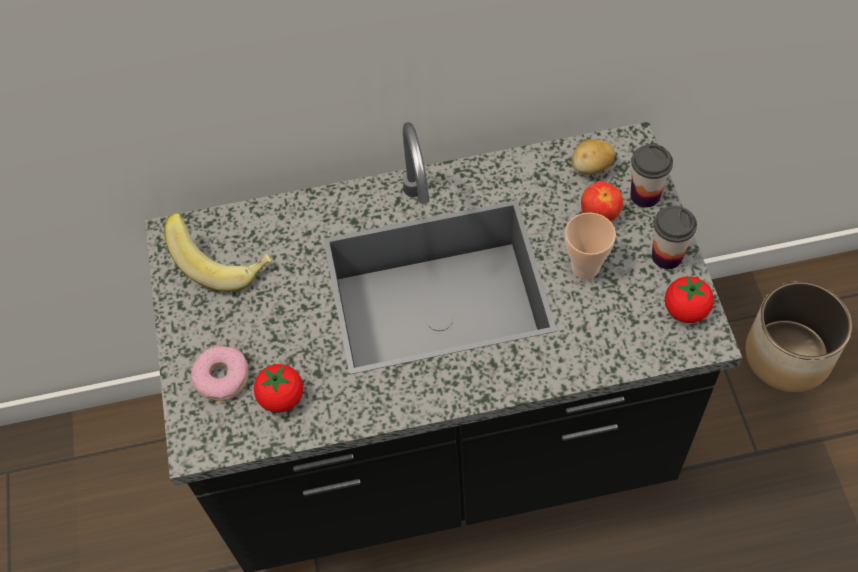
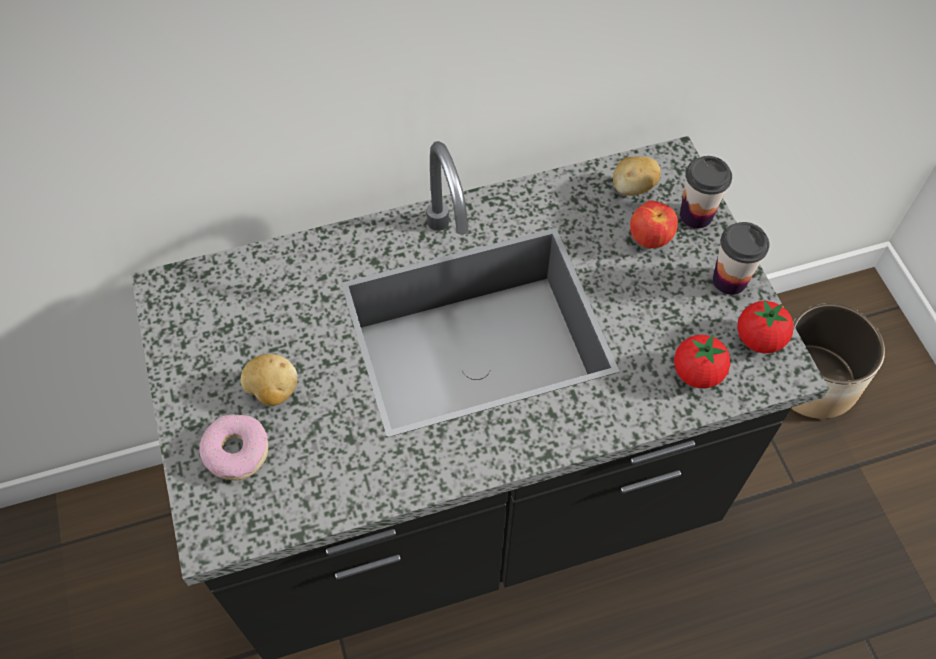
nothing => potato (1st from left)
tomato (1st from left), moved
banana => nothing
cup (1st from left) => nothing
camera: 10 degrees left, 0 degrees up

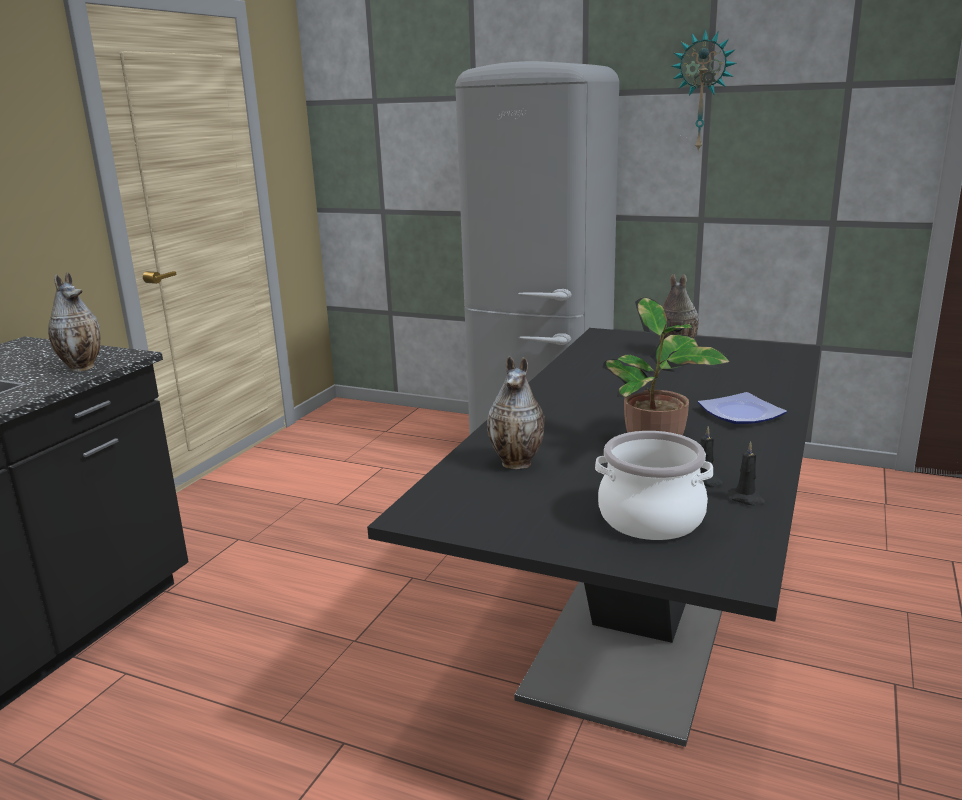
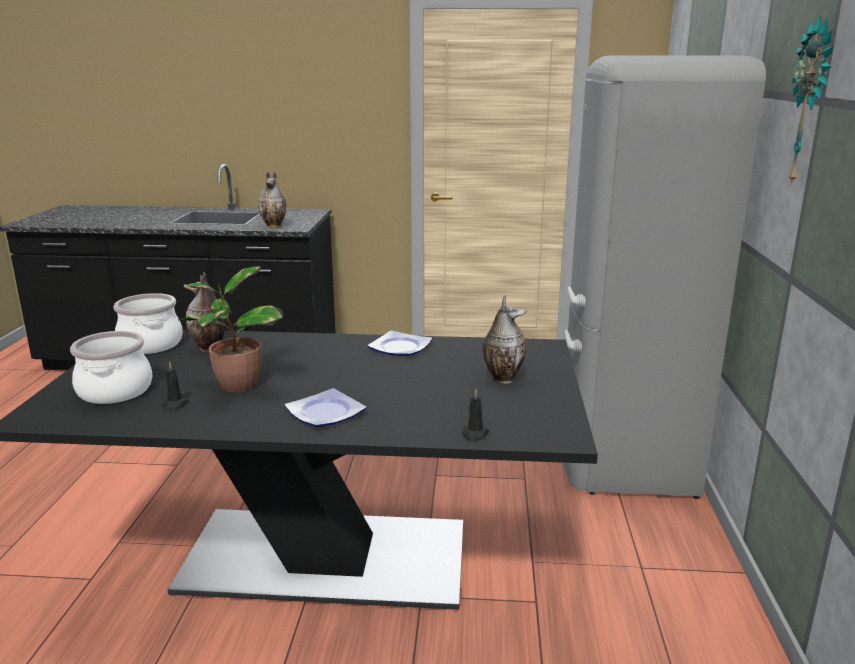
nothing => cooking pot (2nd from left)
nothing => plate (2nd from left)
black candle (2nd from left), moved
camera: 70 degrees right, 0 degrees up

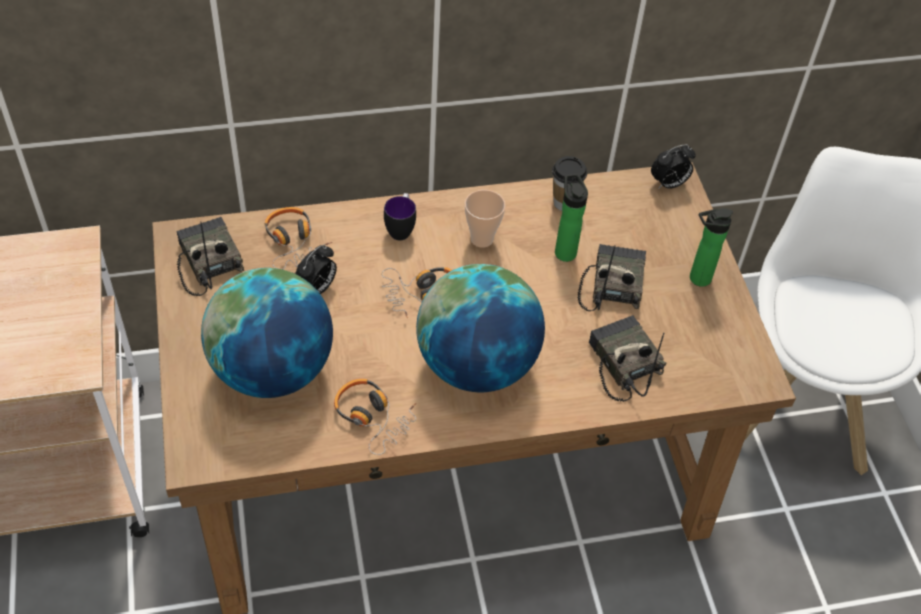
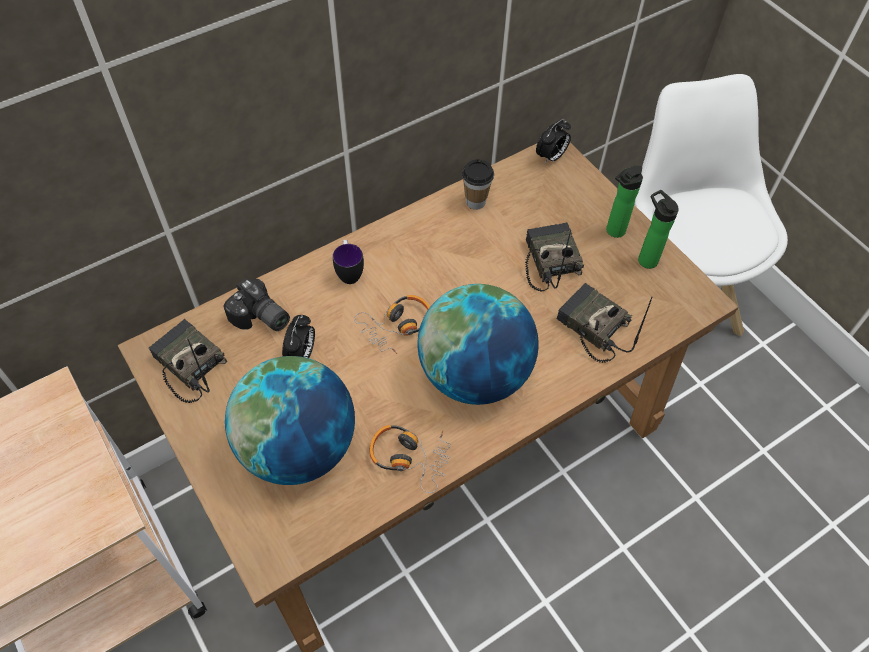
headphones (1st from left) => photo camera
bottle (1st from left in the first image) => bottle (2nd from left), moved
cup (1st from left) => nothing
camera: 20 degrees left, 5 degrees up

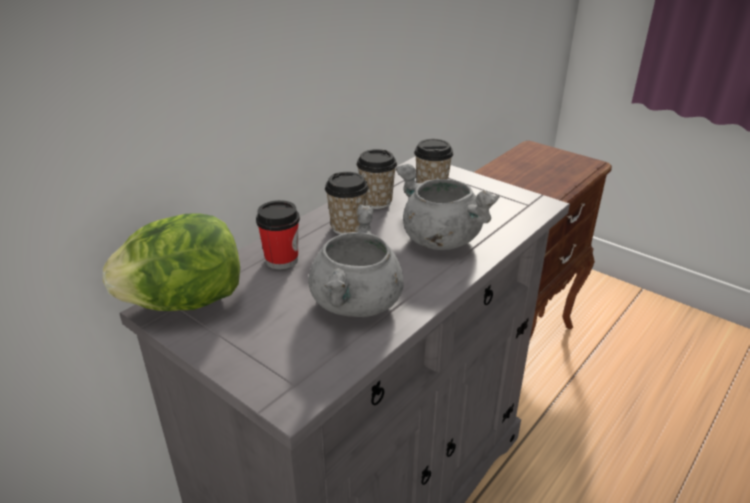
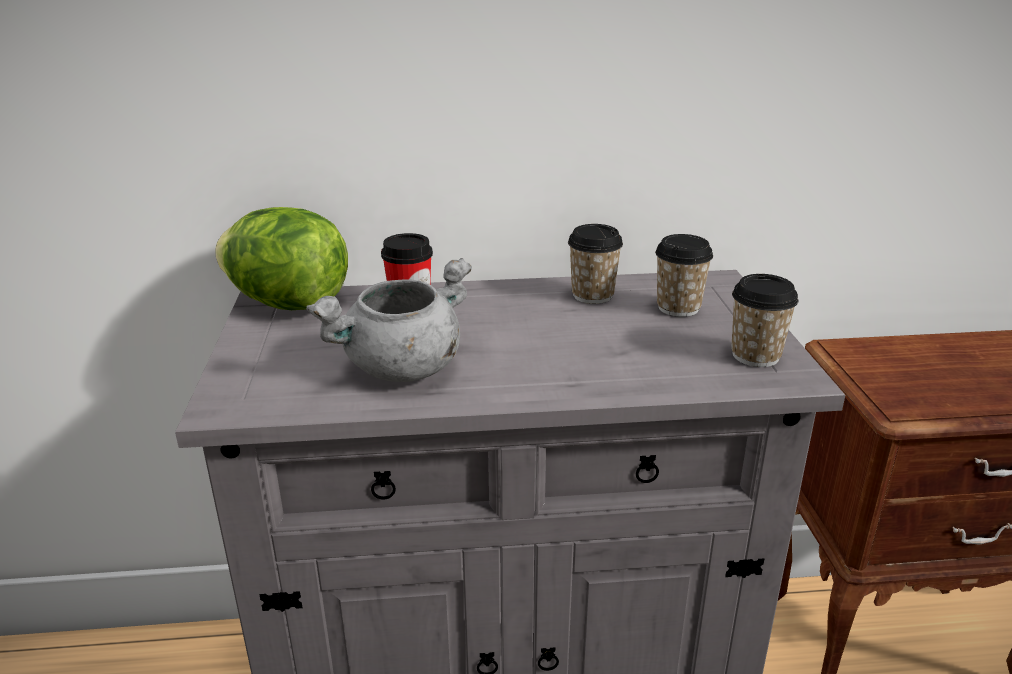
cup (2nd from left in the first image) => cup (4th from left), moved
grey cooking pot (2nd from left) => nothing
camera: 45 degrees right, 5 degrees down

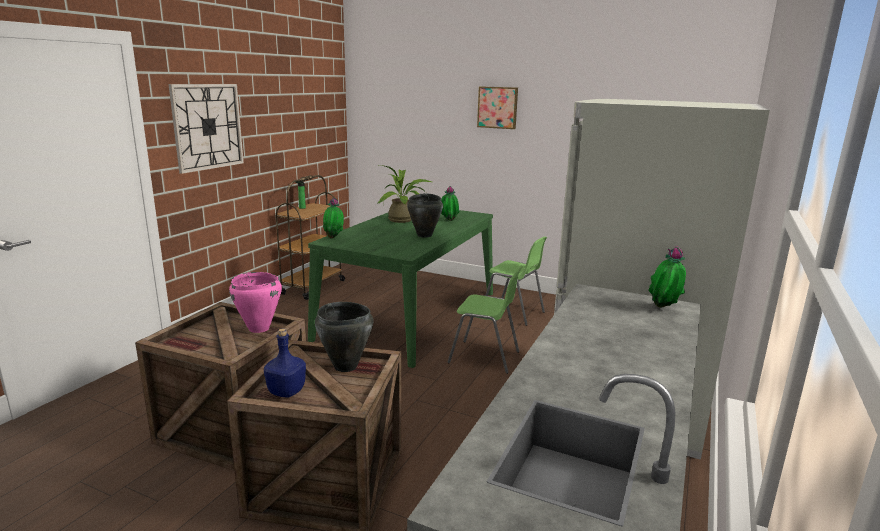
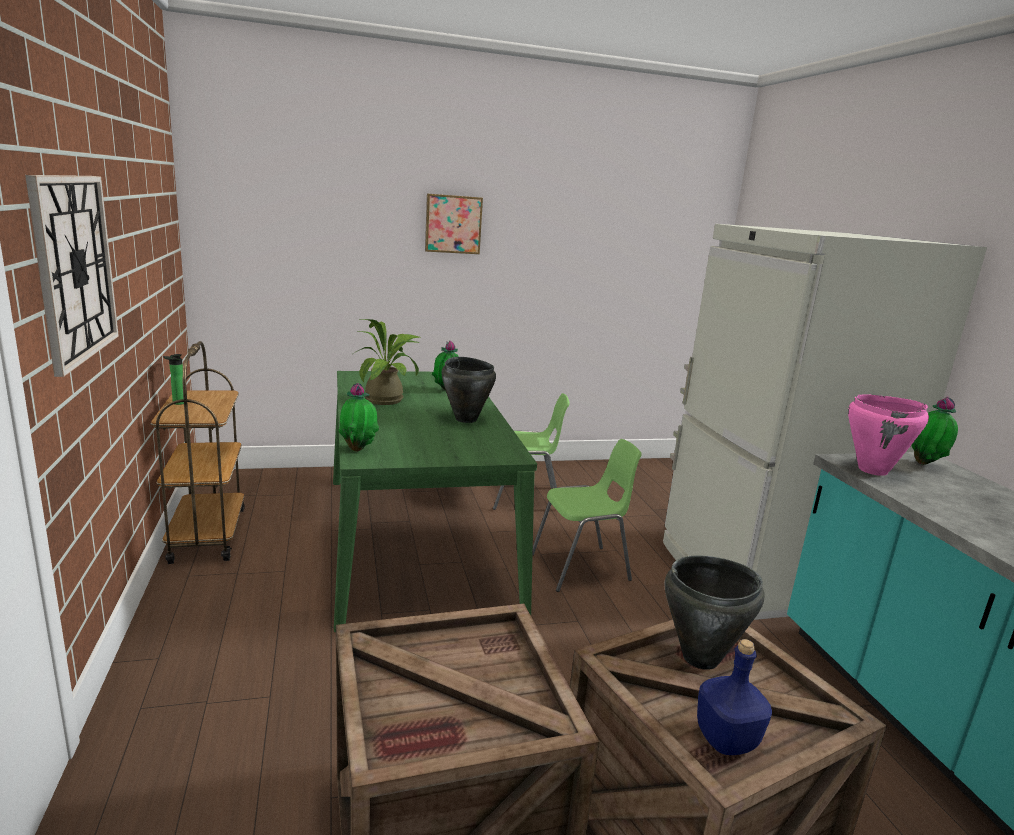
pink cooking pot, moved
camera: 40 degrees left, 0 degrees up

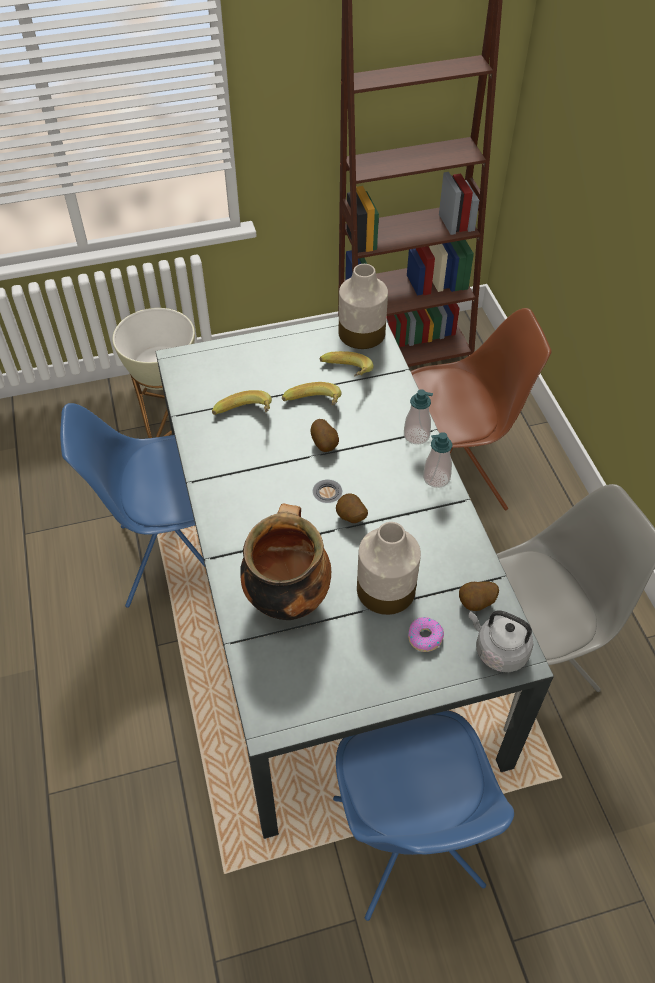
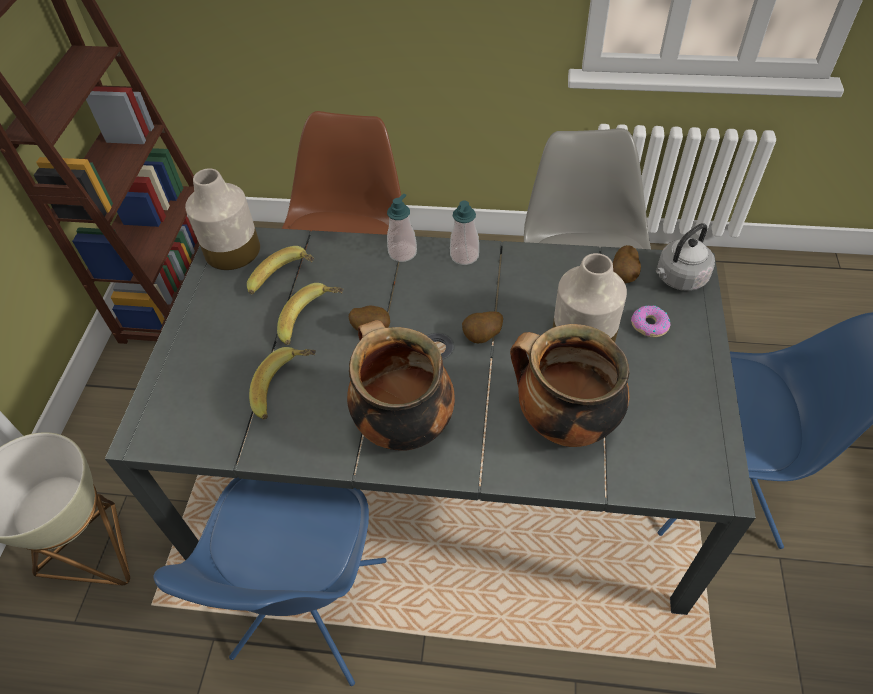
nothing => cooking pot (1st from left)
camera: 65 degrees left, 0 degrees up

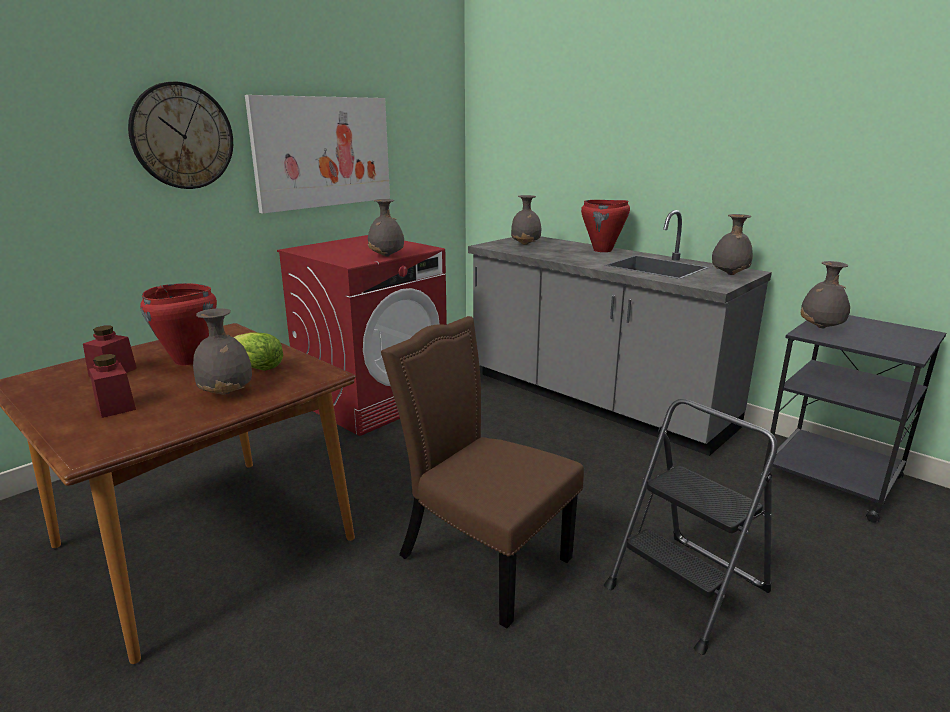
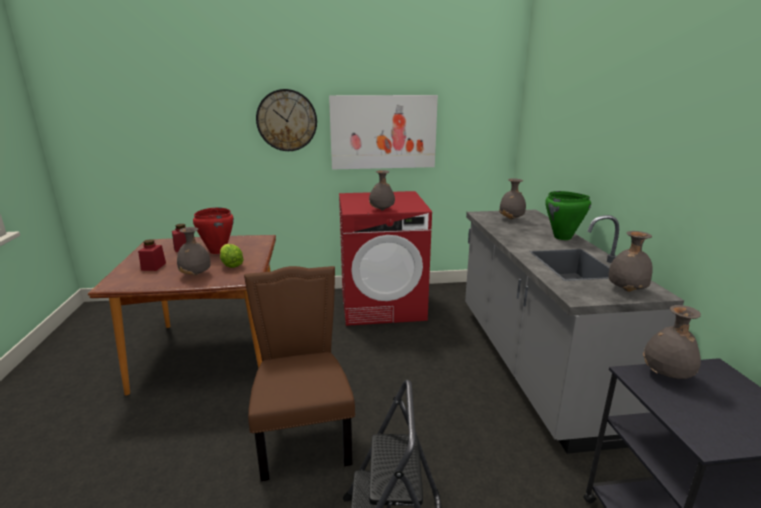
red cooking pot (2nd from left) => green cooking pot
camera: 40 degrees right, 0 degrees up

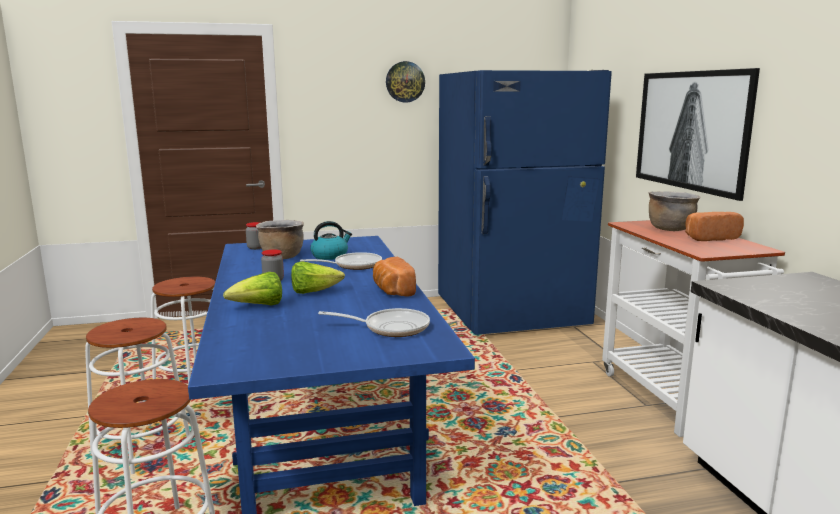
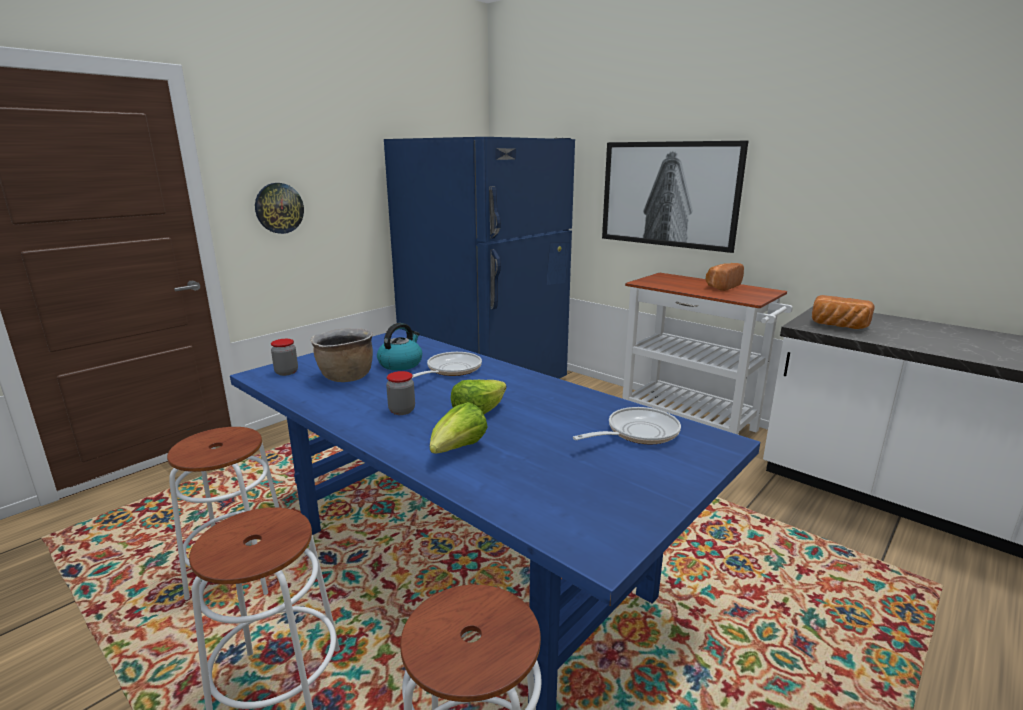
wall clock, moved
bread (1st from left in the first image) => bread (2nd from left), moved
brown cooking pot (2nd from left) => nothing
camera: 35 degrees left, 5 degrees up

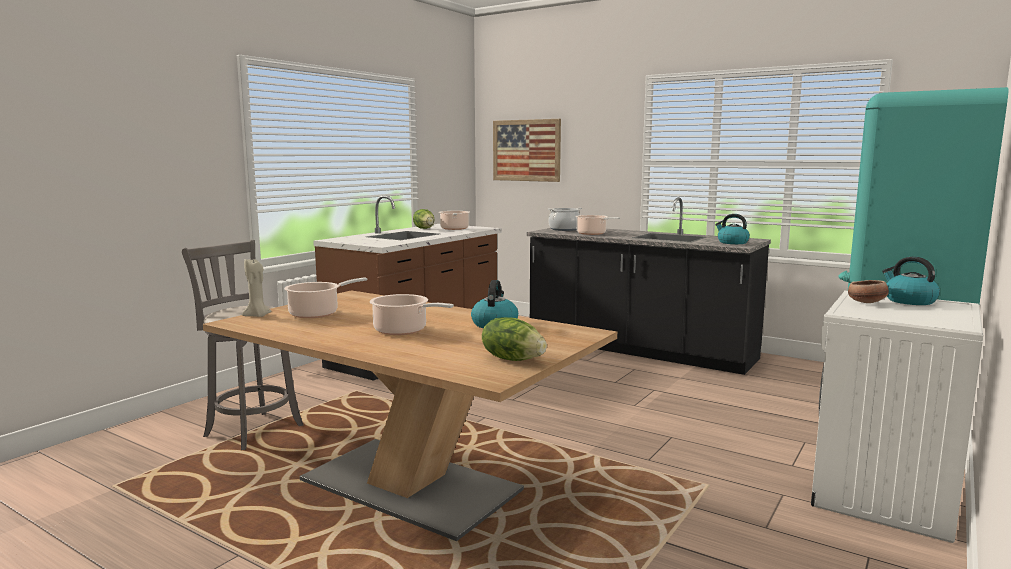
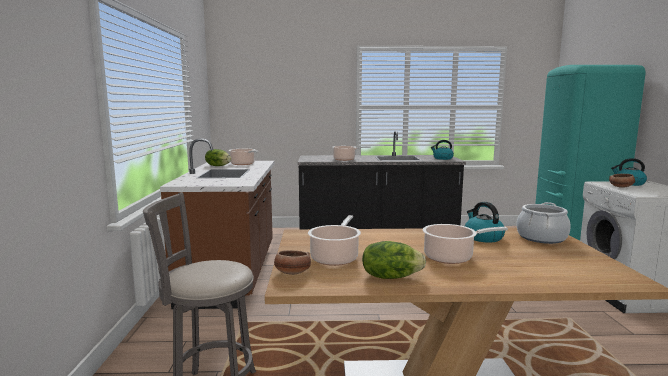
beige candle => bowl (1st from left)
lettuce (2nd from left), moved
cooking pot (4th from left in the first image) => cooking pot (5th from left), moved
picture => nothing
camera: 35 degrees left, 0 degrees up

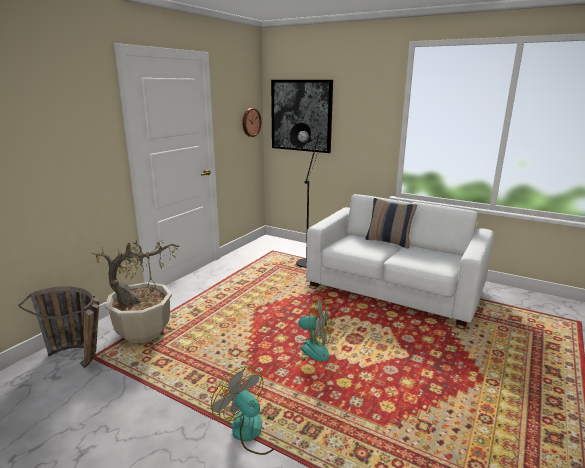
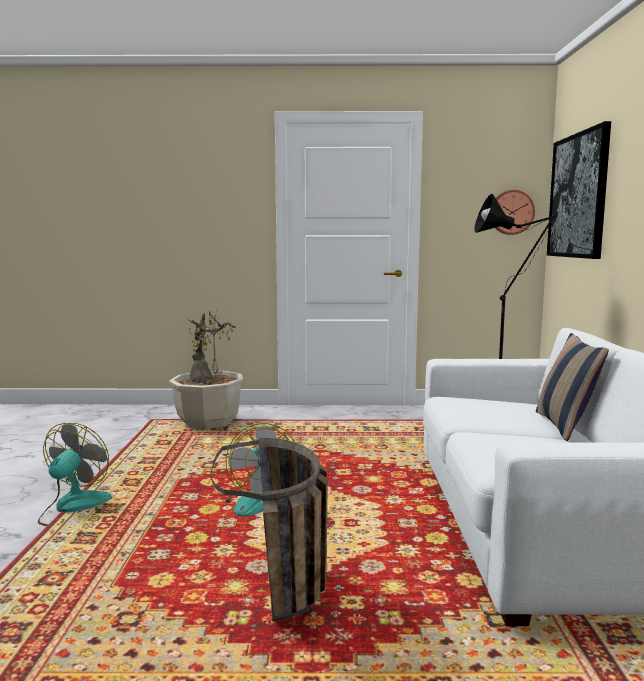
basket, moved
camera: 60 degrees right, 10 degrees down

